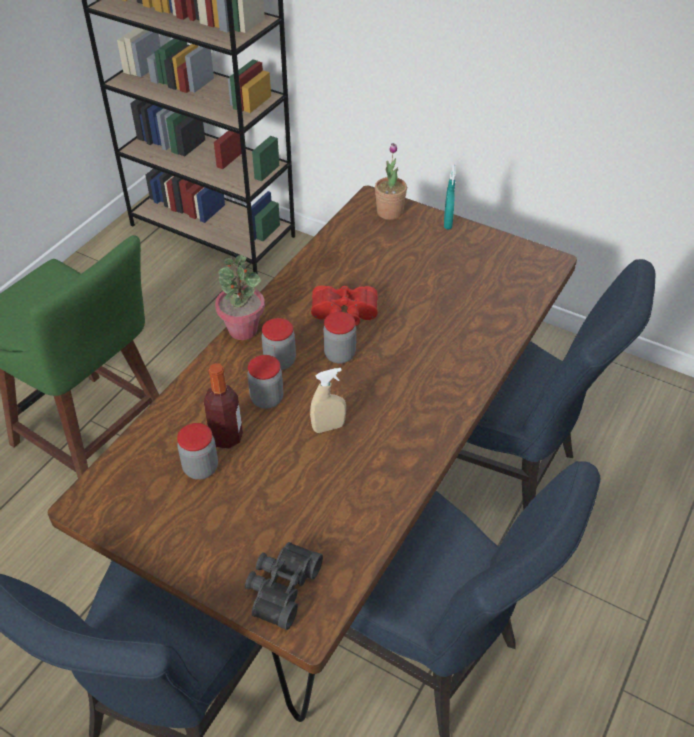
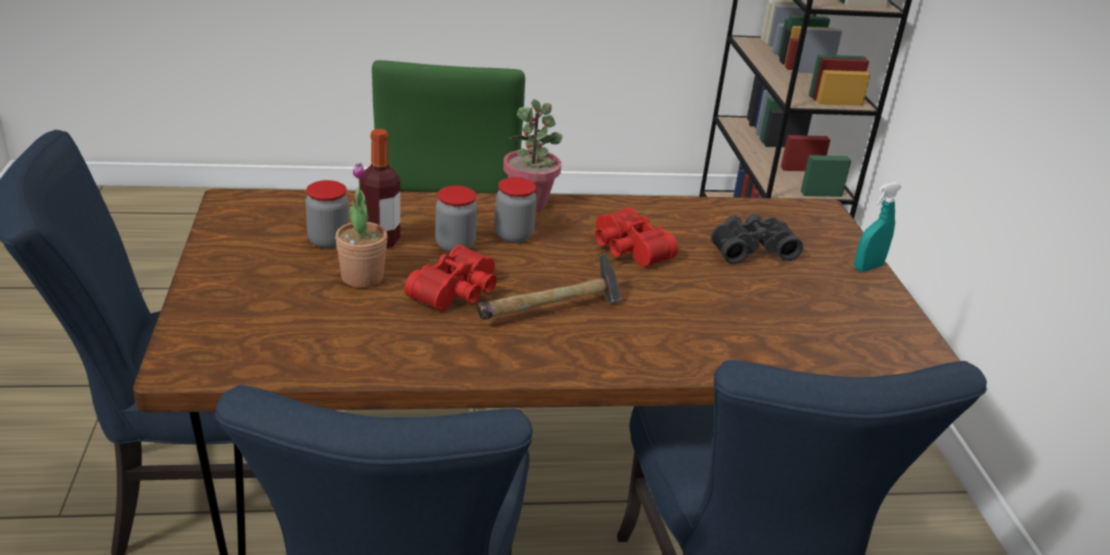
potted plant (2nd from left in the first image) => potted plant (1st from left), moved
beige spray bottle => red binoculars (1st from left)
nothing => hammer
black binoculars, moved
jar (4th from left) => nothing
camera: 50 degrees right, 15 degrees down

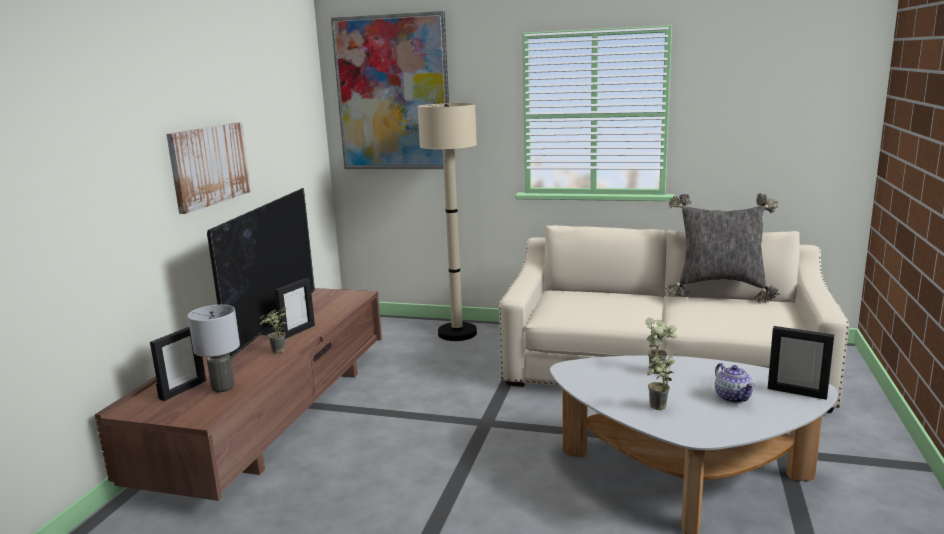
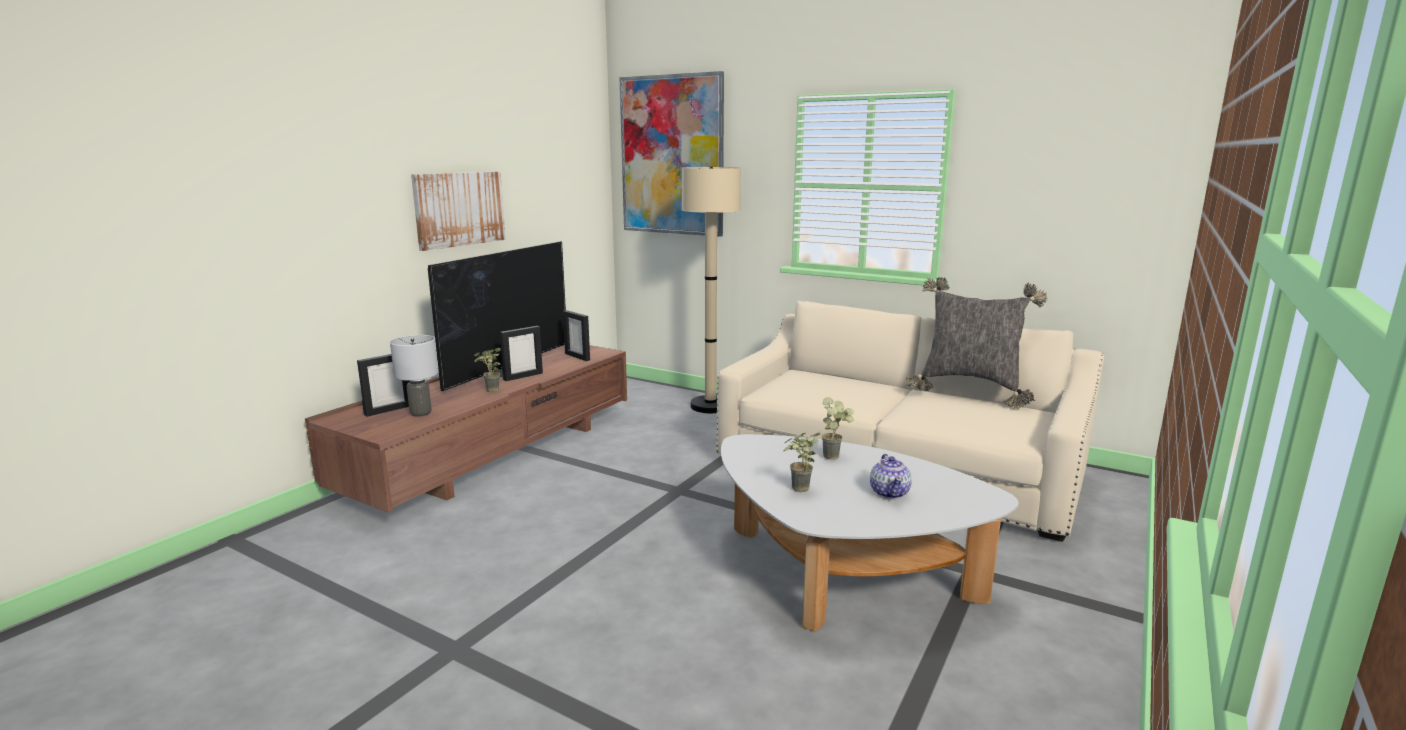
picture frame (3rd from left), moved
camera: 15 degrees right, 0 degrees up

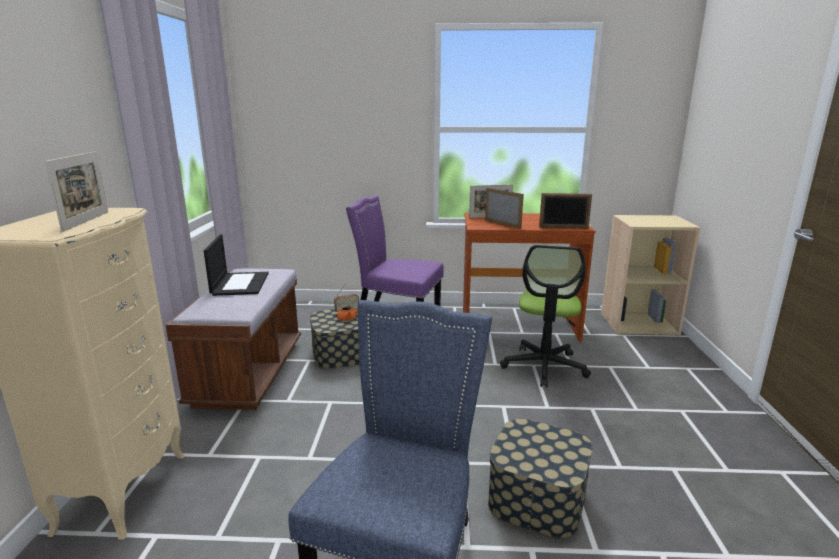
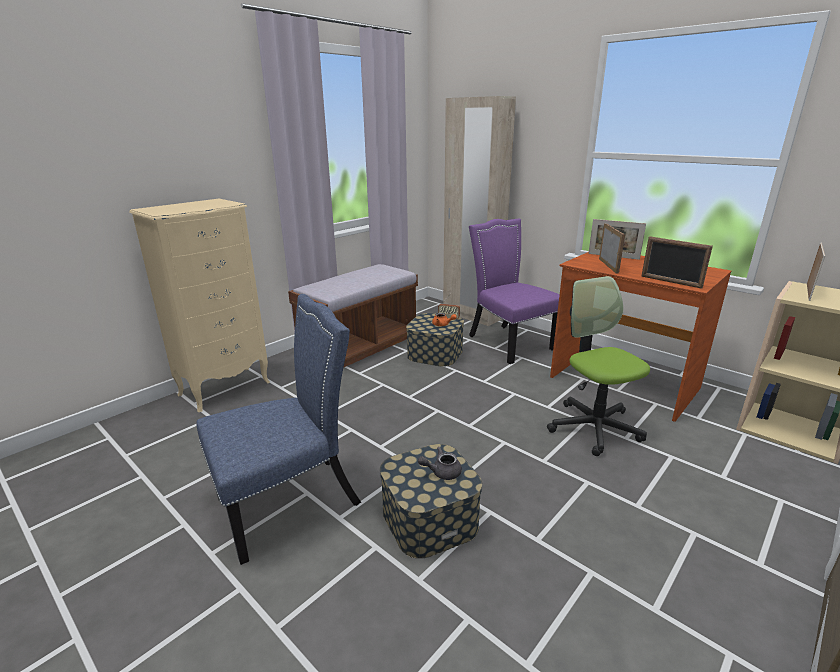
nothing => grey teapot
nothing => beige wardrobe
office chair, 105 degrees clockwise
picture frame (1st from left in the first image) => picture frame (4th from left), moved
laptop => nothing
camera: 40 degrees right, 5 degrees up

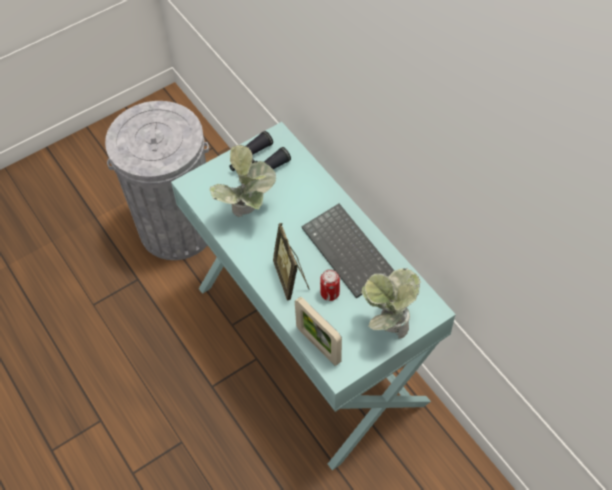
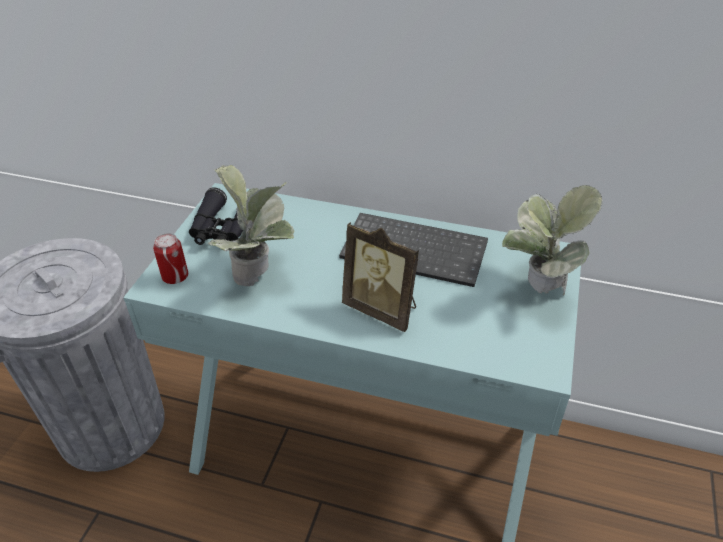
can, moved
picture frame (2nd from left) => nothing
camera: 40 degrees left, 15 degrees down

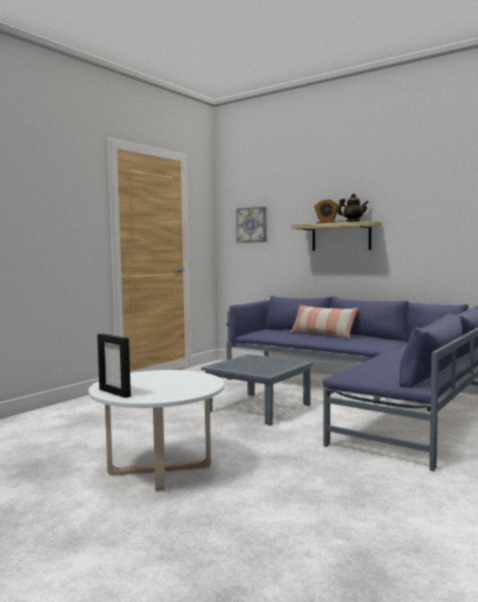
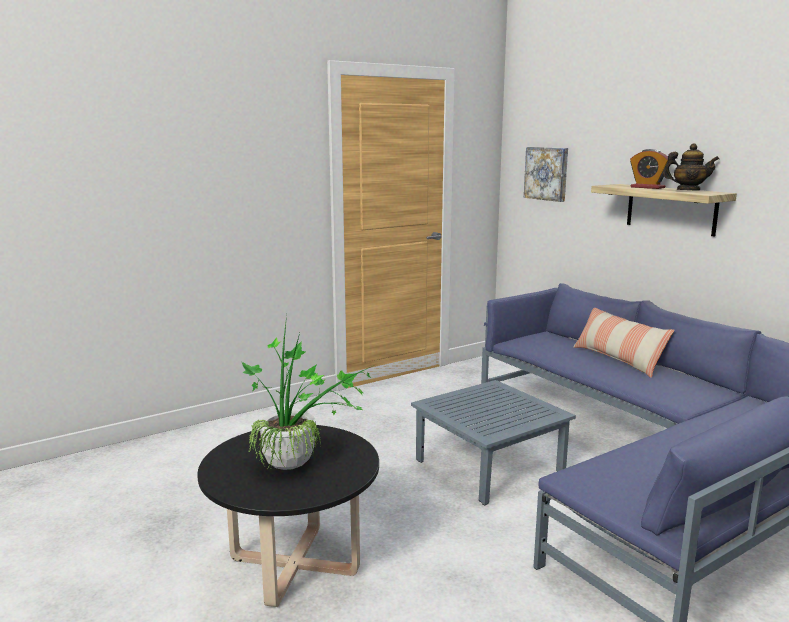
white coffee table => black coffee table
nothing => potted plant
picture frame => nothing
camera: 20 degrees right, 10 degrees up

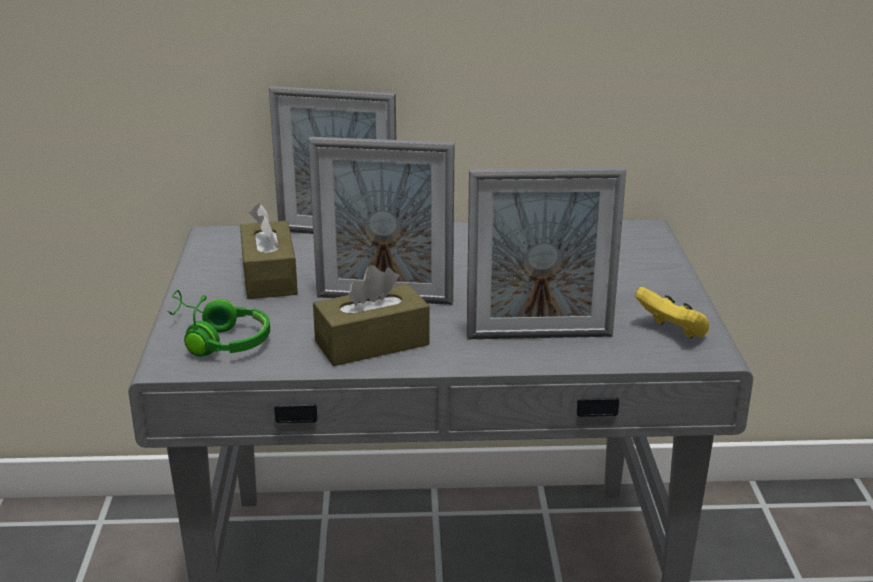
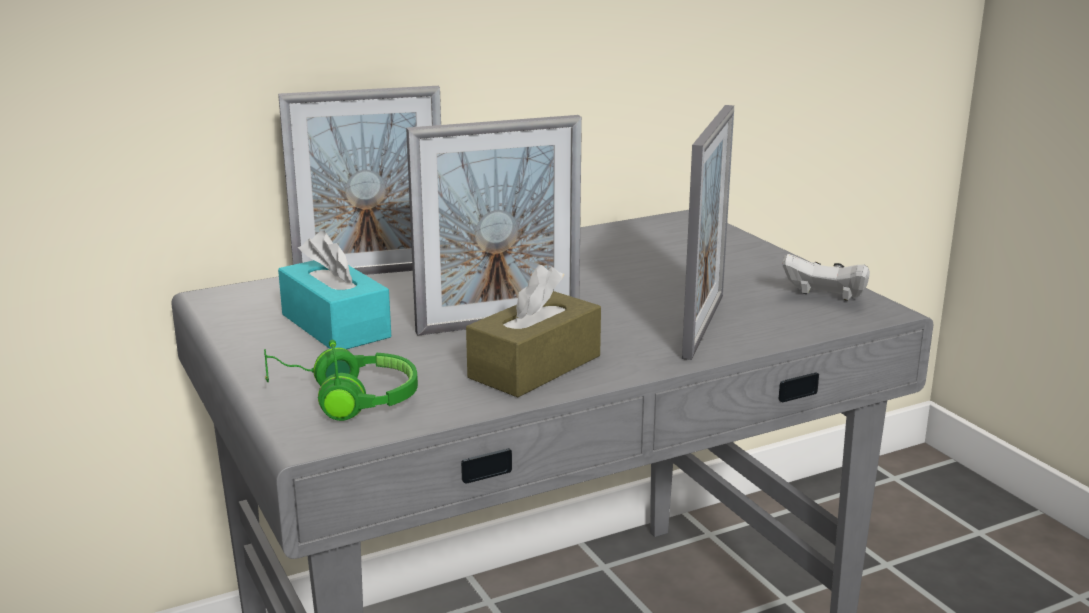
brown tissue box (1st from left) => turquoise tissue box
picture frame (3rd from left), 45 degrees counterclockwise
yellow game controller => white game controller
camera: 25 degrees left, 5 degrees down

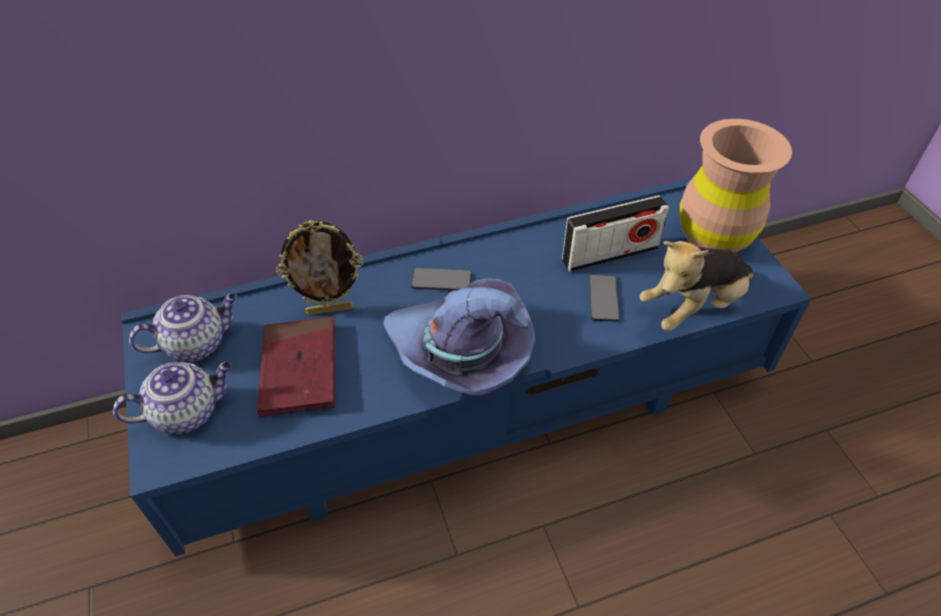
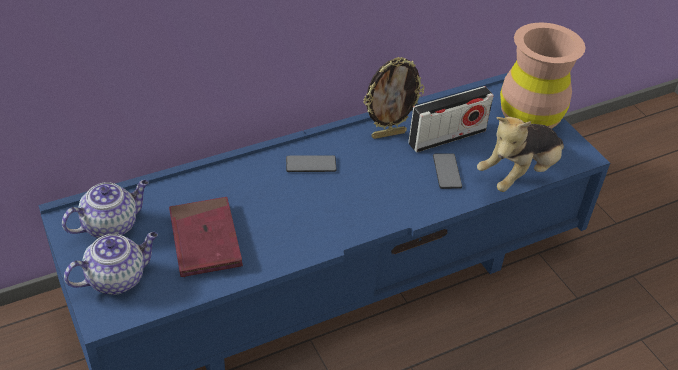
picture frame, moved
purple hat => nothing
camera: 10 degrees left, 5 degrees down

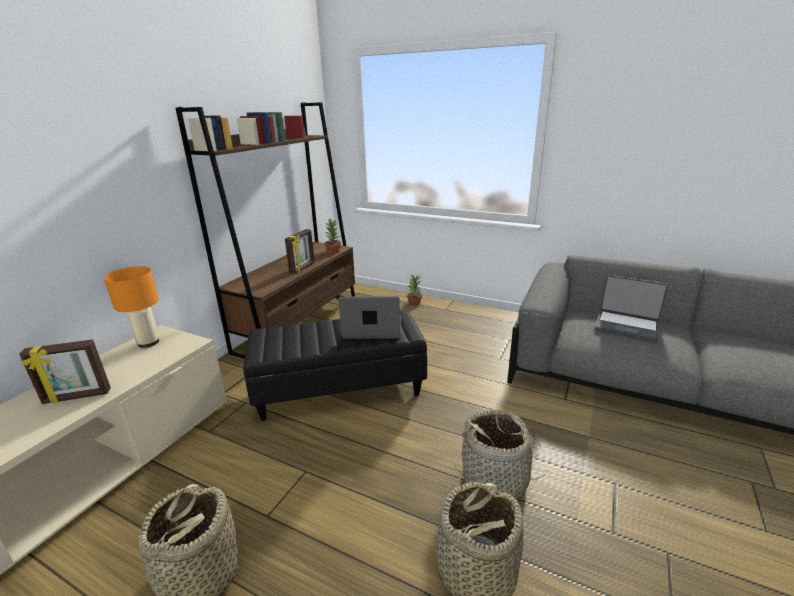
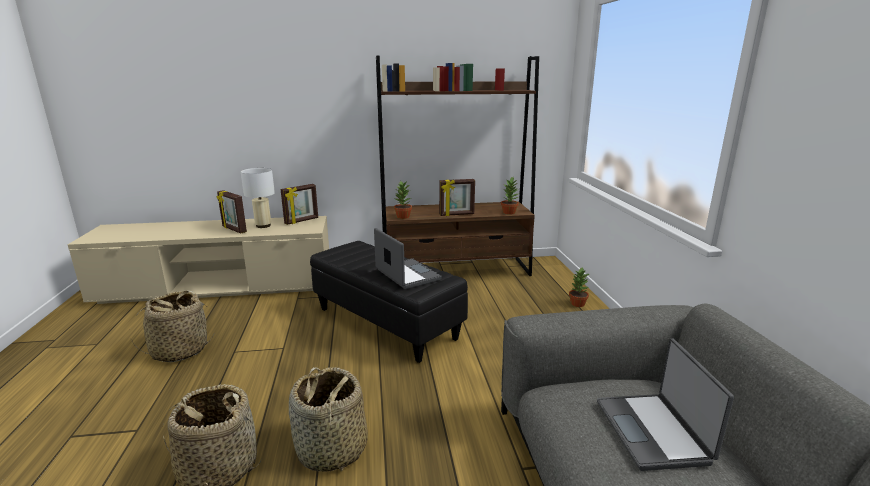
nothing => white table lamp
orange table lamp => picture frame (2nd from left)
nothing => potted plant (1st from left)
camera: 55 degrees right, 5 degrees down

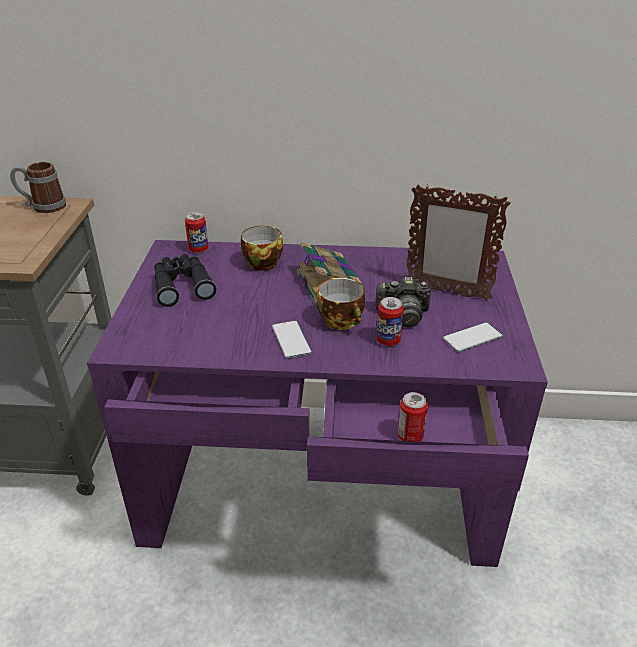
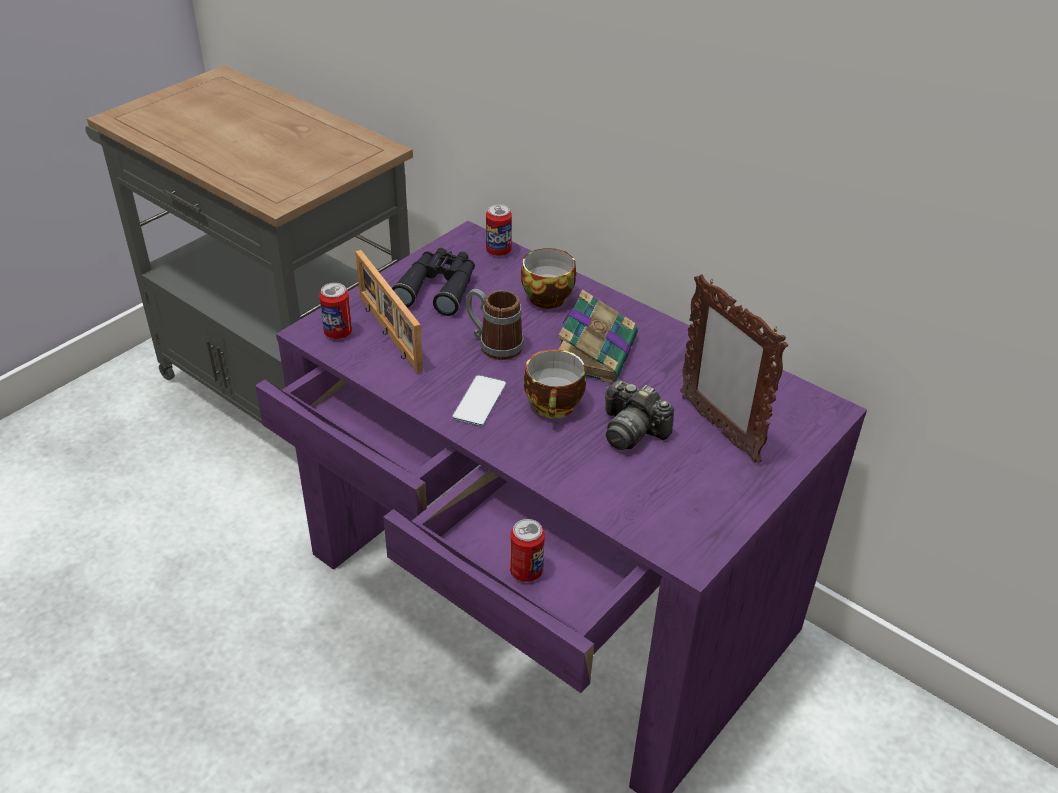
can (2nd from left in the first image) => can (1st from left), moved
nothing => picture frame (1st from left)
mug, moved
phone (2nd from left) => nothing
camera: 35 degrees right, 5 degrees up

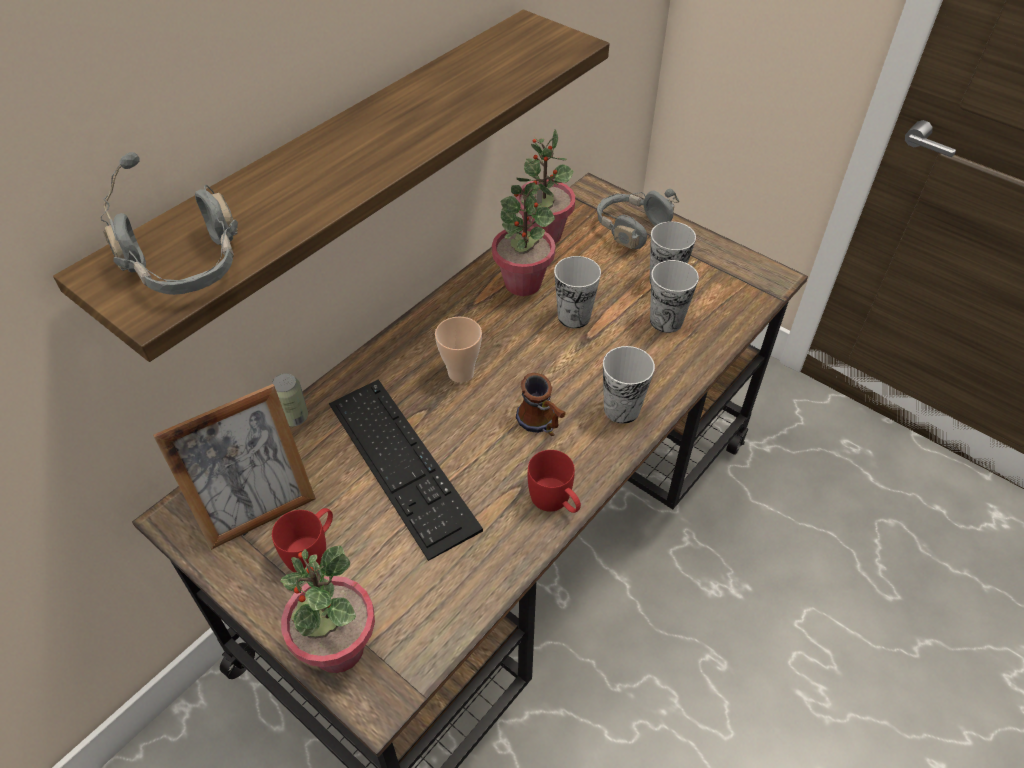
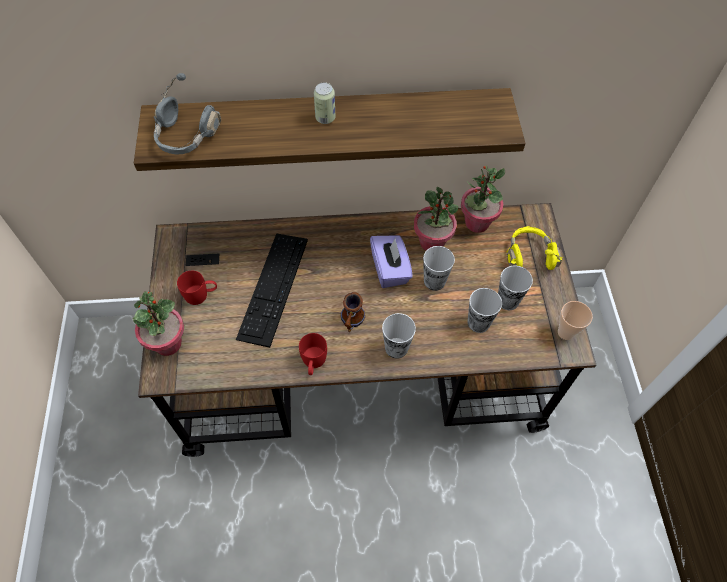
can, moved
nothing => purple tissue box
grey headphones (2nd from left) => yellow headphones
cup (1st from left in the first image) => cup (5th from left), moved
picture frame => nothing
camera: 45 degrees right, 10 degrees up

